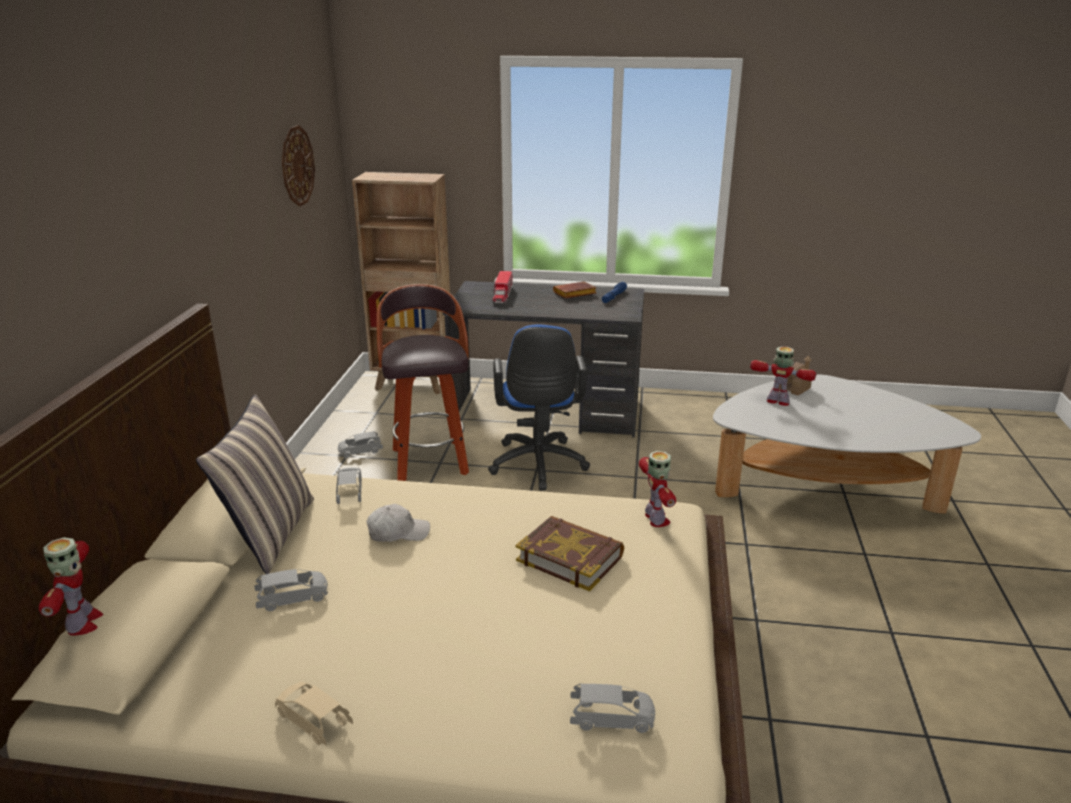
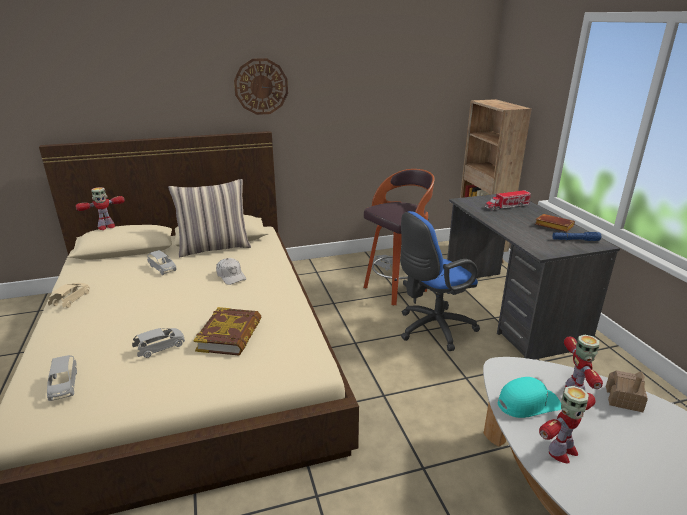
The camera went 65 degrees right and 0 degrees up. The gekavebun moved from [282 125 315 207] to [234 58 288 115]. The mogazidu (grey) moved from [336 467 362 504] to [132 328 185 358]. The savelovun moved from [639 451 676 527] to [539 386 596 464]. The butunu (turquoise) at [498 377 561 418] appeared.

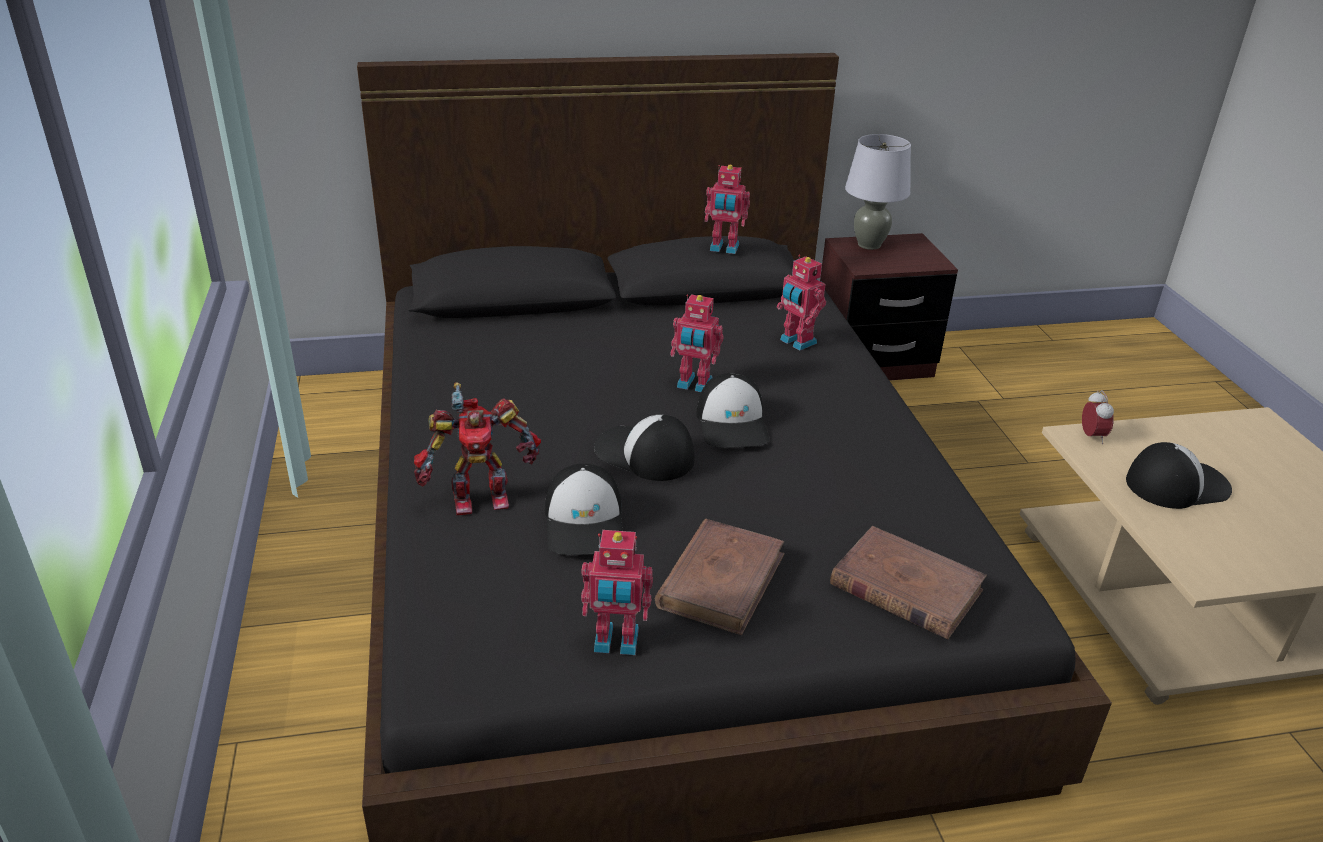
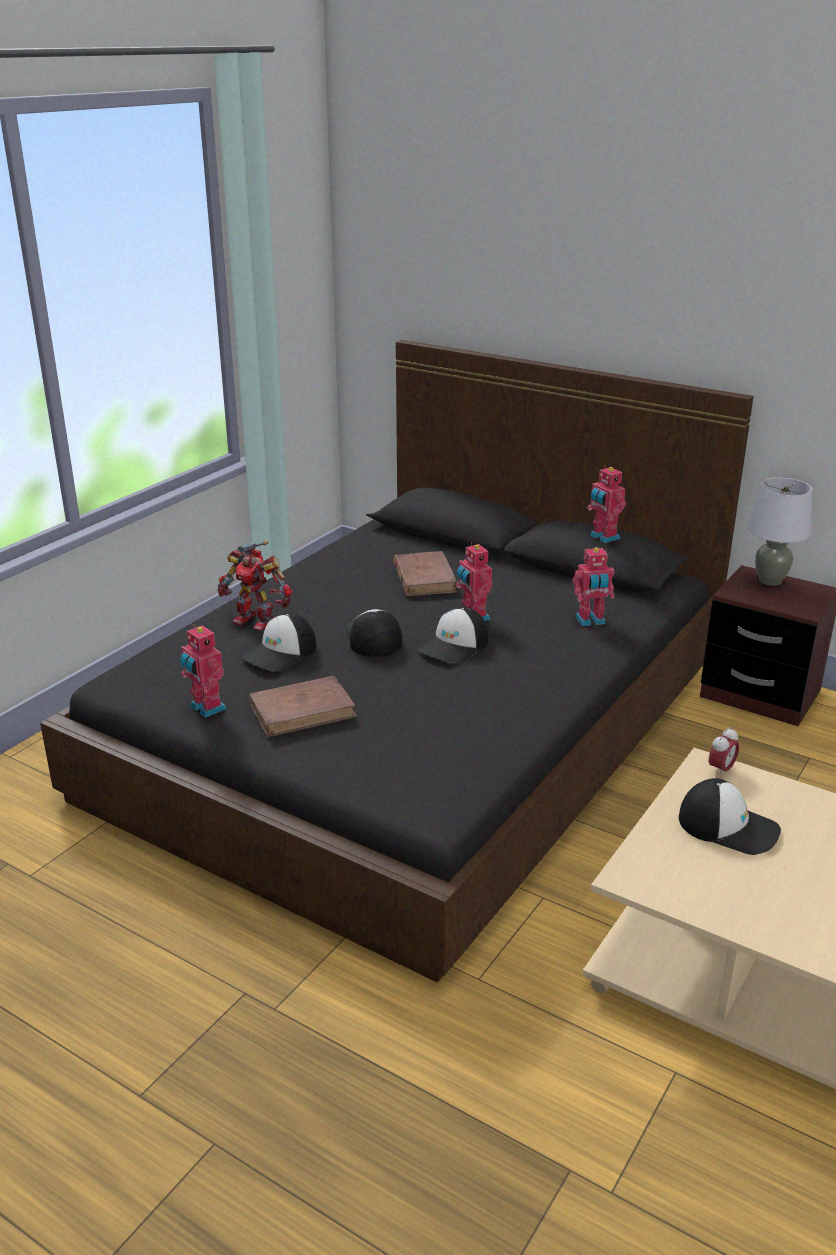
The camera went 45 degrees right and 5 degrees down. The savelovun at [777 255 826 351] turned 105 degrees counterclockwise. The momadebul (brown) moved from [830 526 987 639] to [393 551 457 596].

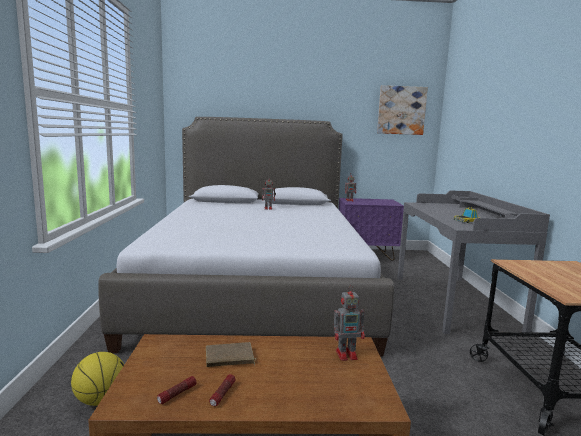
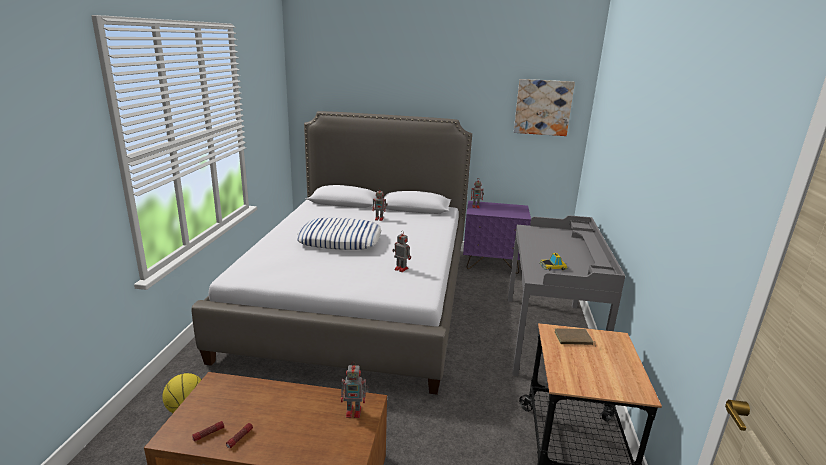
The camera went 10 degrees right and 10 degrees up. The momadebul (brown) moved from [206 342 256 367] to [555 328 596 347]. The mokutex at [297 218 381 250] appeared. The savelovun at [392 232 411 272] appeared.

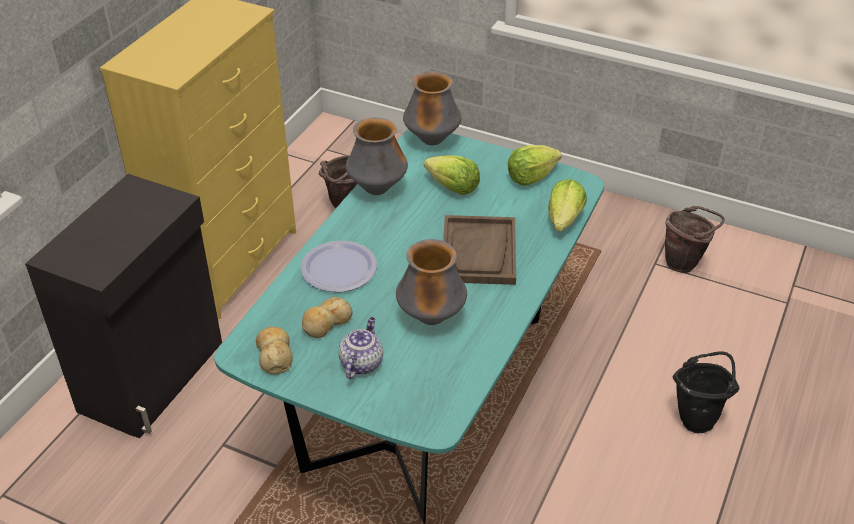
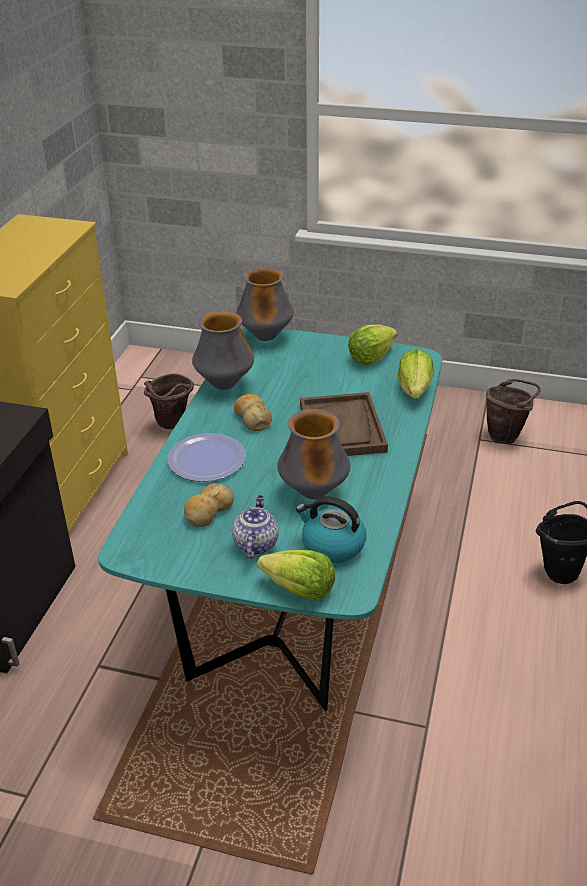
The camera went 10 degrees left and 5 degrees down. The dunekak moved from [256 327 293 374] to [234 394 272 431]. The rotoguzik moved from [424 156 480 195] to [257 550 335 601]. The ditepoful at [296 496 366 563] appeared.

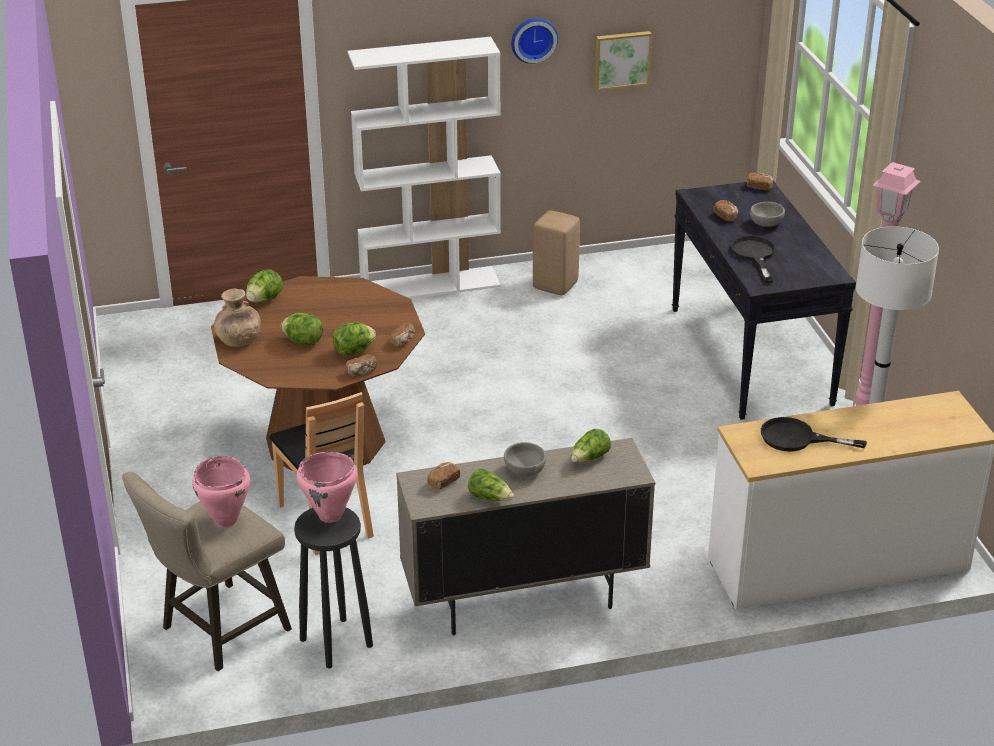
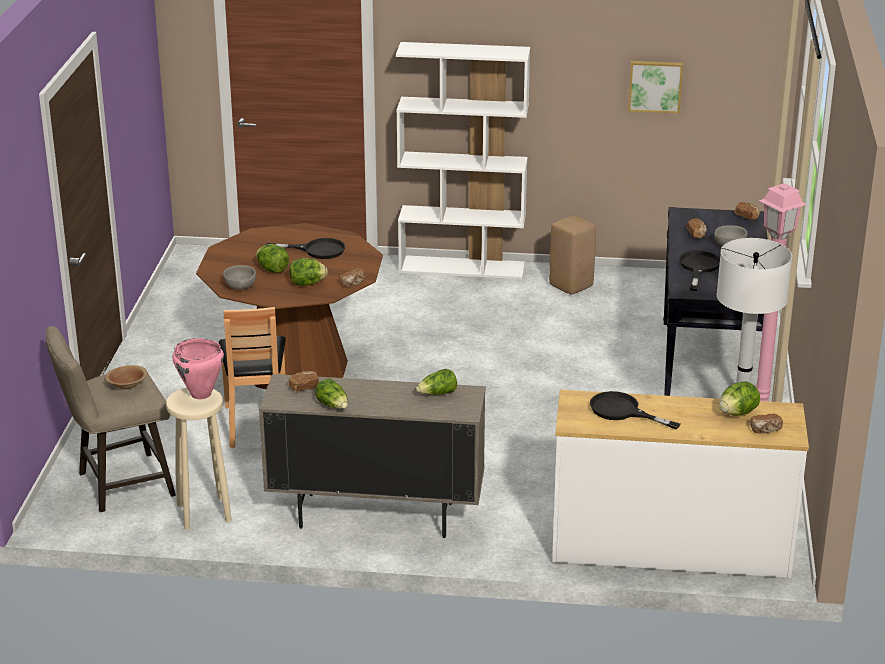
The camera went 20 degrees right and 5 degrees down. The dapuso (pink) at [192 456 250 527] was replaced by the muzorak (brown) at [105 365 147 389]. The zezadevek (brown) at [214 288 261 347] disappeared. The rotoguzik moved from [246 269 283 303] to [719 381 760 416]. The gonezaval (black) at [294 507 373 668] became the gonezaval (beige) at [166 387 232 530]. The dunekak moved from [346 354 377 377] to [750 414 783 433]. The muzorak (grey) moved from [504 442 546 477] to [223 265 256 290]. The gekavebun at [511 18 558 64] disappeared. The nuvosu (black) at [266 238 345 259] appeared.

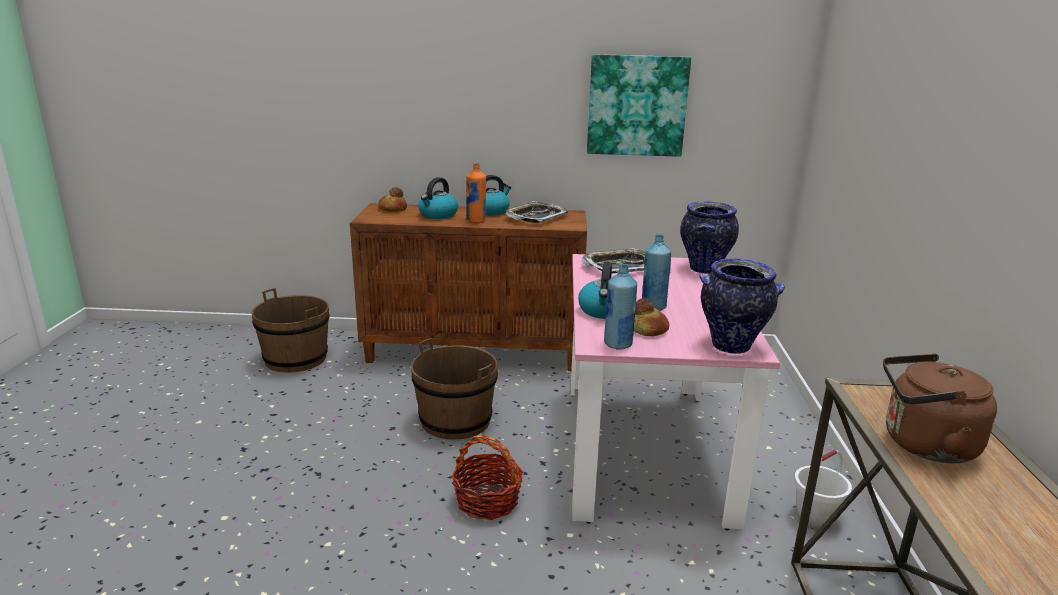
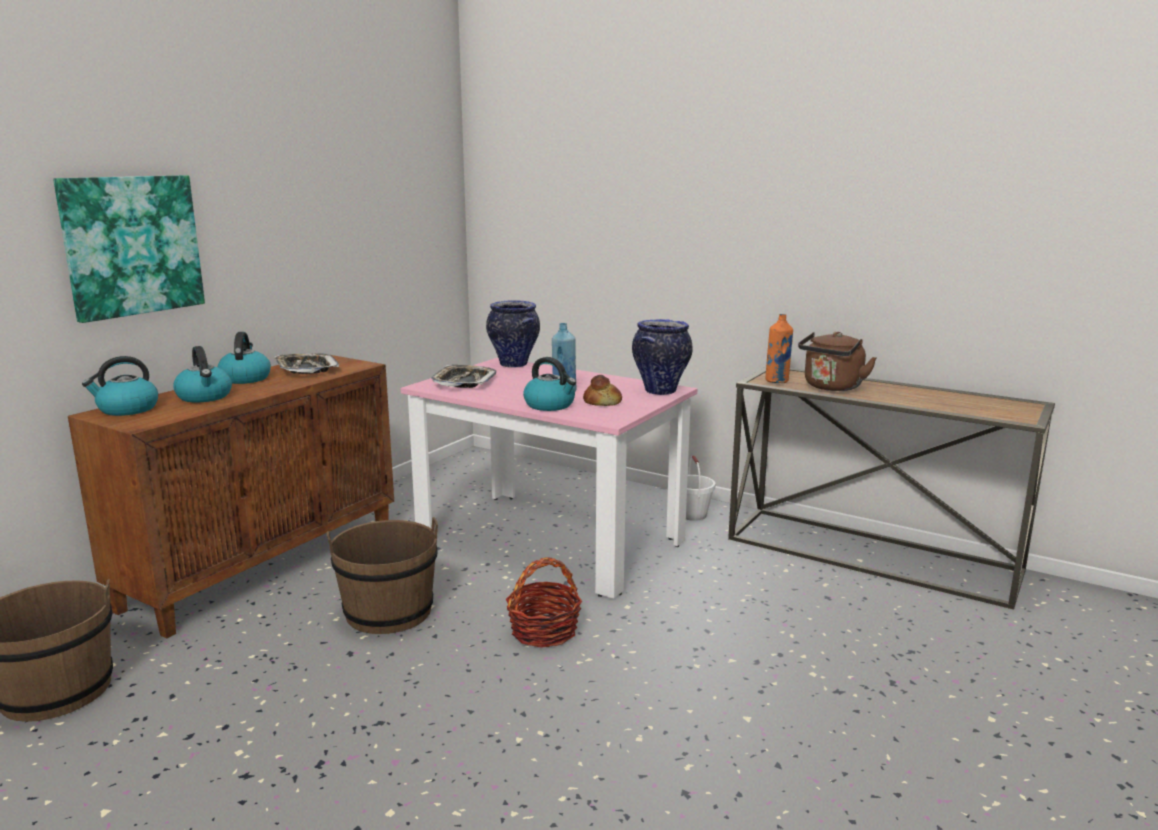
The camera went 60 degrees left and 5 degrees down. The dunekak at [378 187 407 212] was replaced by the ditepoful at [82 356 158 416]. The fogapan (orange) moved from [466 163 486 224] to [765 314 793 383]. The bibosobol moved from [587 54 691 157] to [53 175 205 323]. The fogapan (blue) at [604 264 637 350] disappeared.

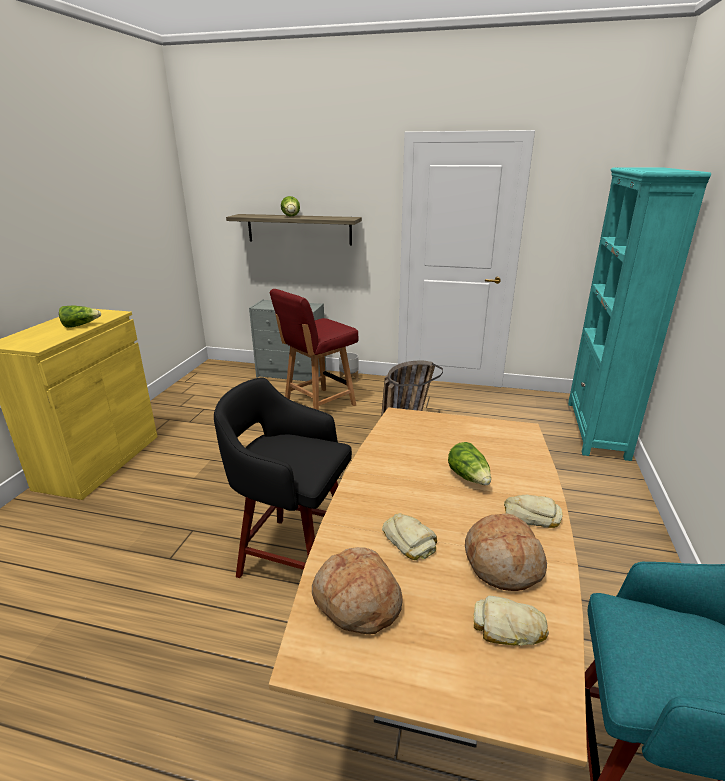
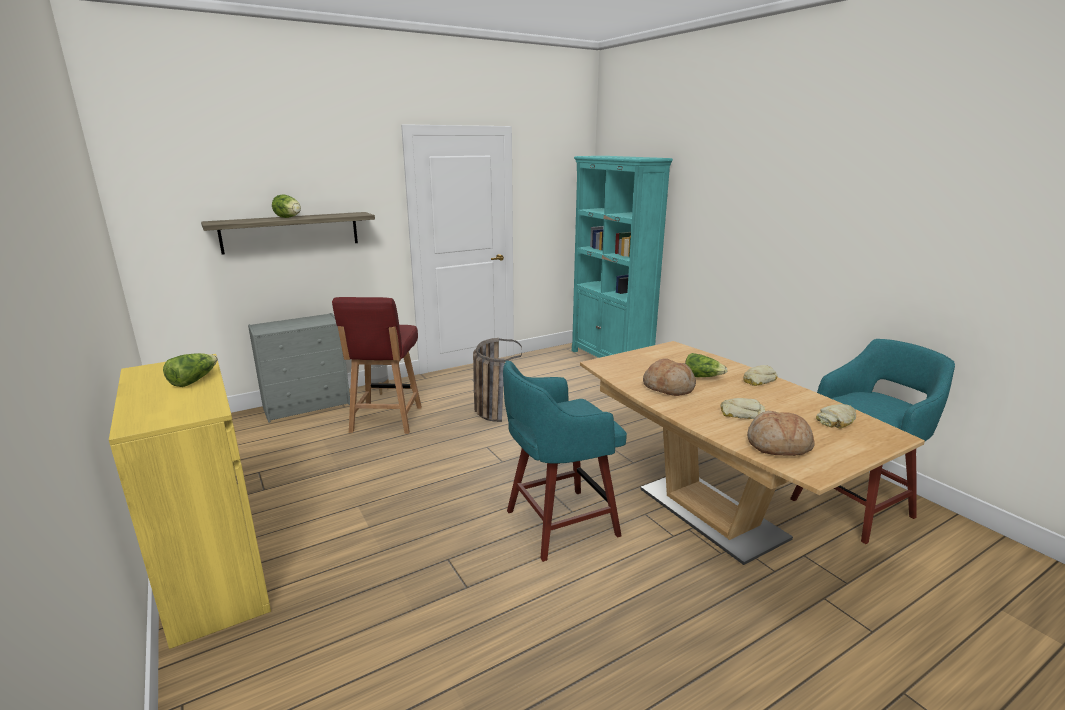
The camera went 45 degrees left and 5 degrees down. The gonezaval (black) at [214 377 352 578] became the gonezaval (turquoise) at [503 360 627 562]. The dunekak moved from [465 513 547 591] to [643 358 696 396].

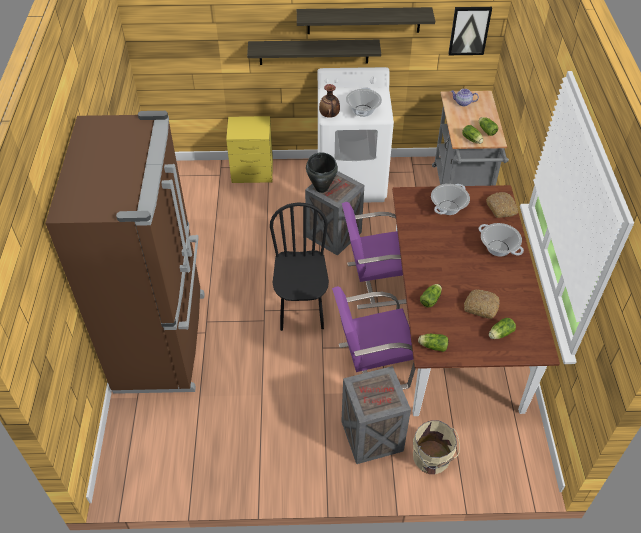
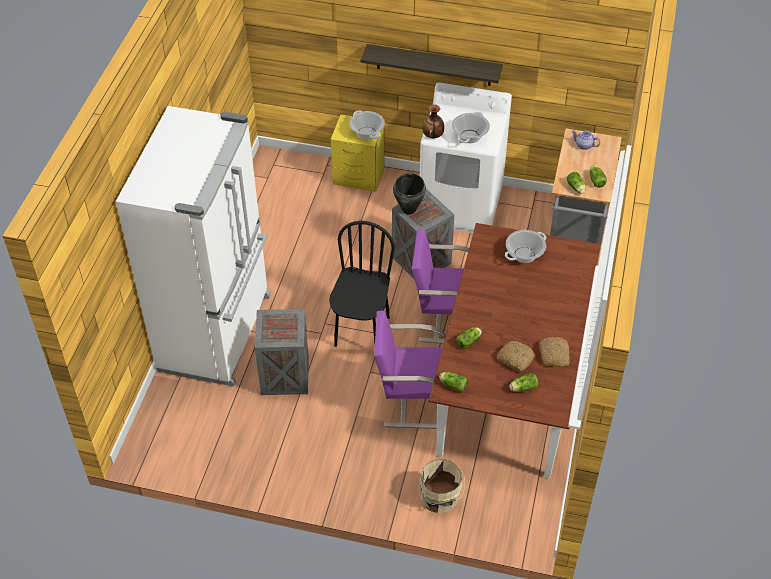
The camera went 15 degrees right and 0 degrees up. The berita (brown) at [45 111 205 394] became the berita (white) at [116 106 271 387]. The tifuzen at [297 7 435 34] disappeared. The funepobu moved from [341 366 411 464] to [255 309 309 395]. The bibosobol at [448 7 492 55] disappeared. The dapuso moved from [479 223 524 257] to [349 110 385 140]. The dunekak moved from [486 192 518 218] to [539 337 570 367].

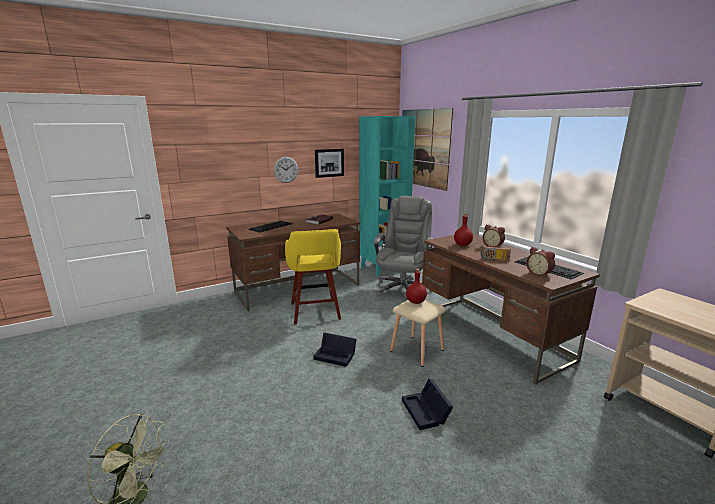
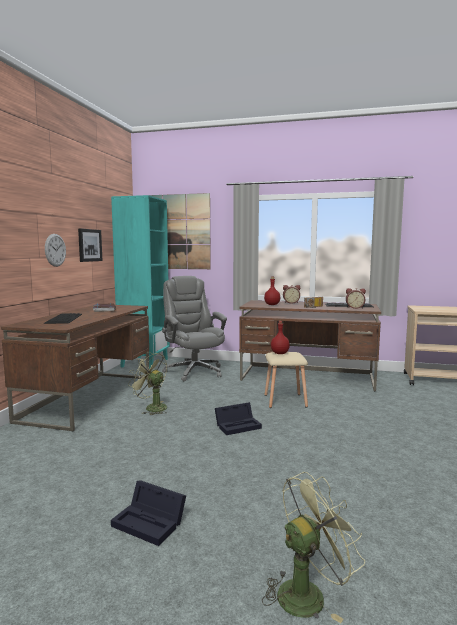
The camera went 45 degrees left and 10 degrees down. The gonezaval (yellow) at [285 229 341 324] was replaced by the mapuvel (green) at [128 352 167 415]. The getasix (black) moved from [402 379 453 430] to [111 481 186 546].

